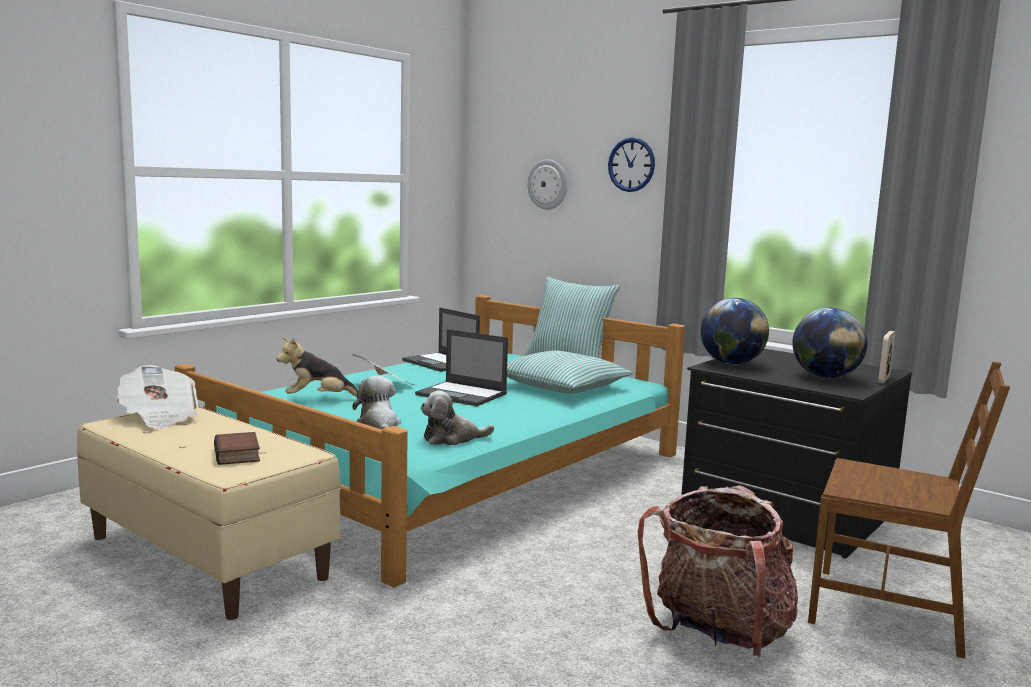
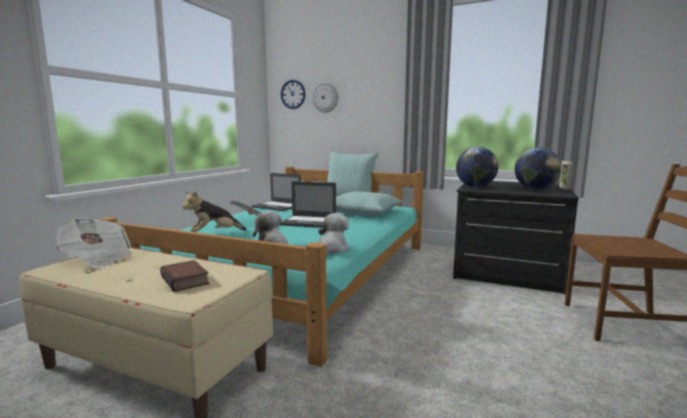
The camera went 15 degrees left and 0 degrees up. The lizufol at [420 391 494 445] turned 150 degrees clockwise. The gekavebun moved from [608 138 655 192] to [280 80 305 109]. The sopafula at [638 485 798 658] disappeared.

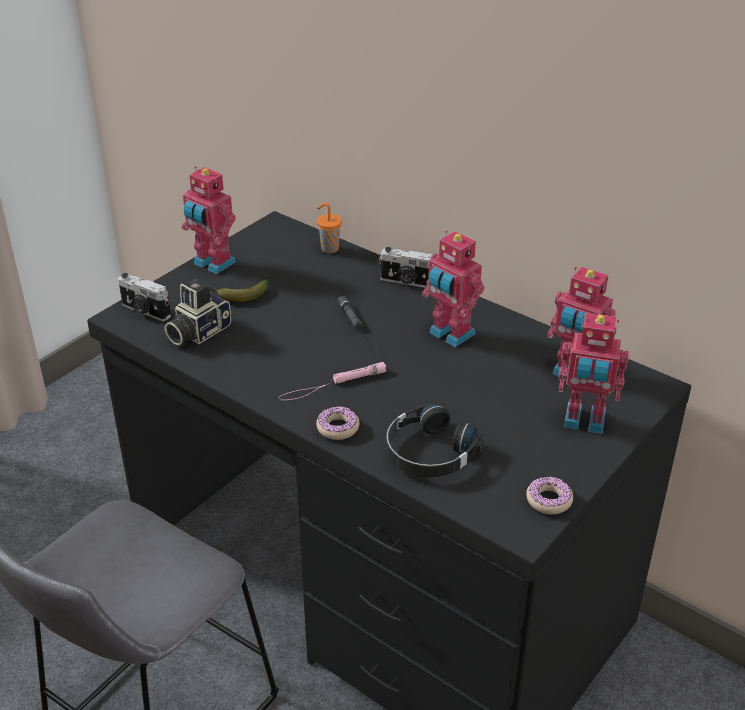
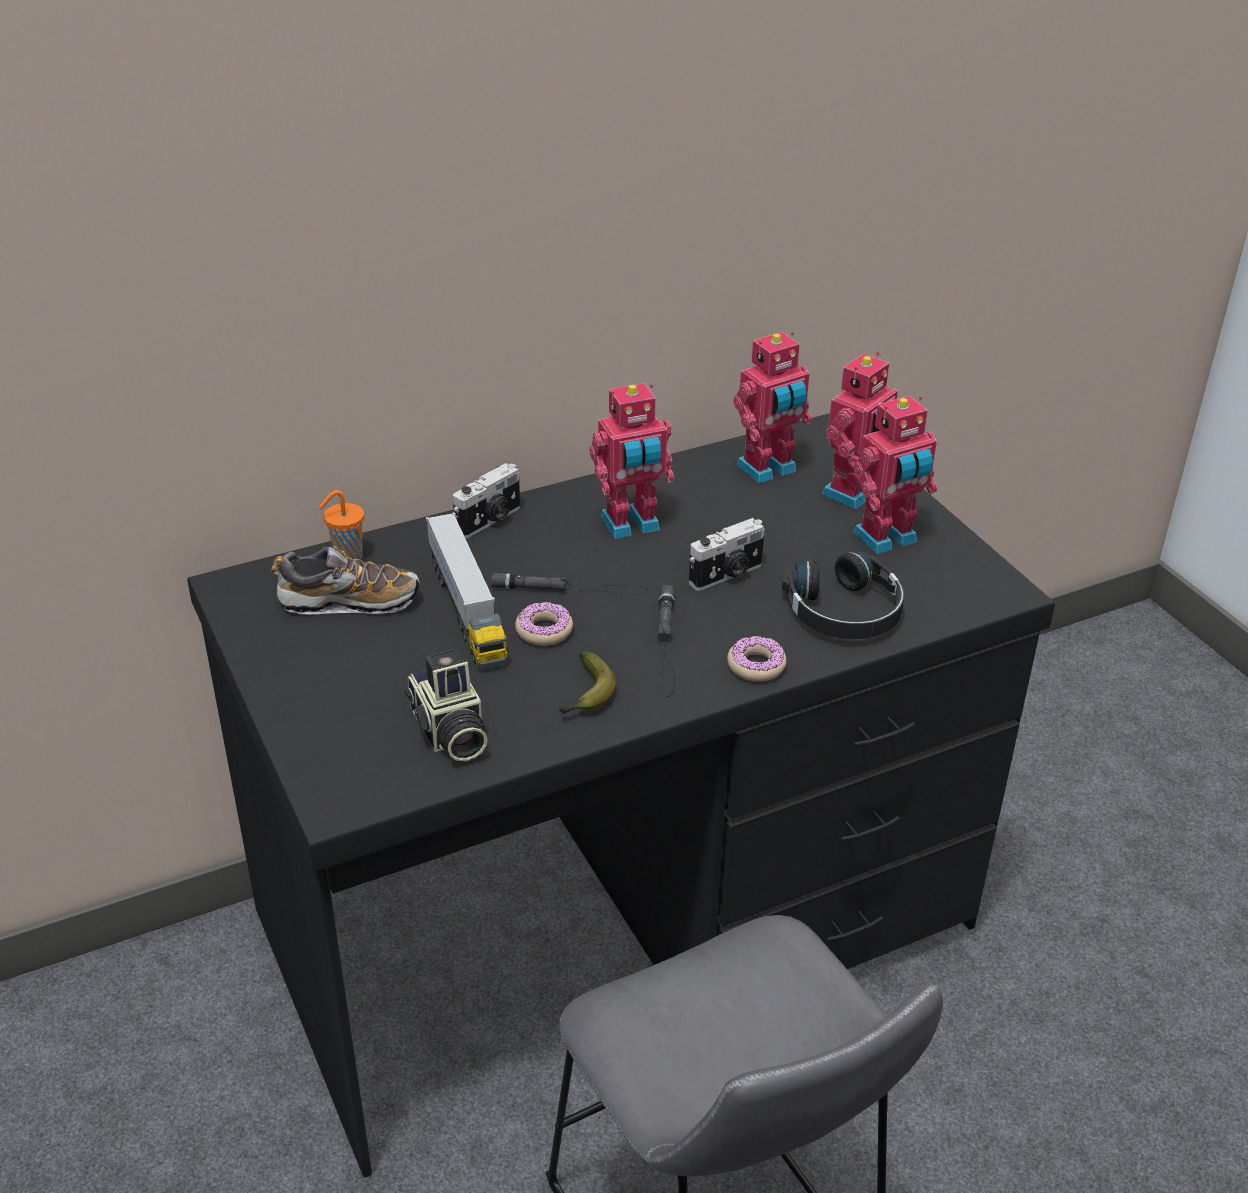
The camera went 65 degrees left and 0 degrees up. The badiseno moved from [118 273 171 321] to [689 518 765 591]. The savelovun moved from [182 166 236 274] to [853 396 937 554]. The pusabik moved from [210 279 269 302] to [559 651 616 714]. The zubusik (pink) at [278 362 387 400] became the zubusik (black) at [657 585 675 697]. The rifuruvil moved from [526 476 573 514] to [515 602 573 646]. The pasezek at [271 546 419 615] appeared. The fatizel at [426 512 508 670] appeared.

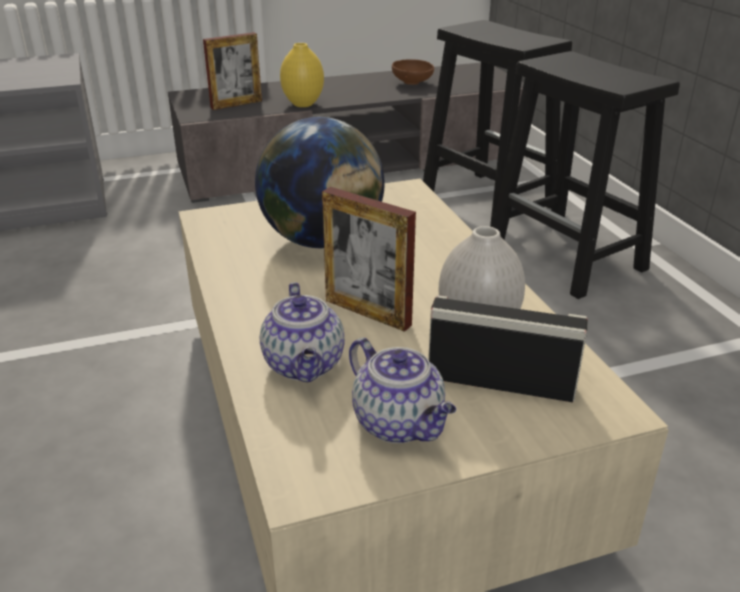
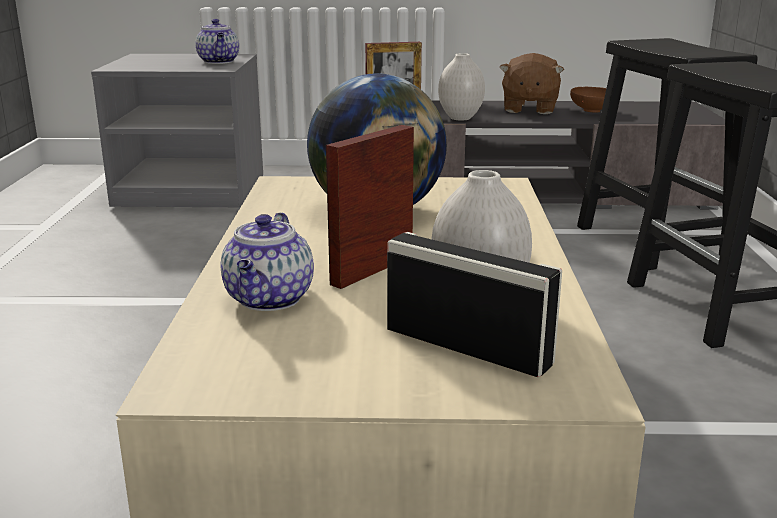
The camera went 20 degrees right and 10 degrees down. The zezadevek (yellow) at [280 43 324 107] became the zezadevek (white) at [438 53 485 121]. The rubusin at [322 187 416 332] turned 75 degrees clockwise. The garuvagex moved from [349 337 456 443] to [195 19 239 64]. The lizufol (brown) at [499 53 564 114] appeared.

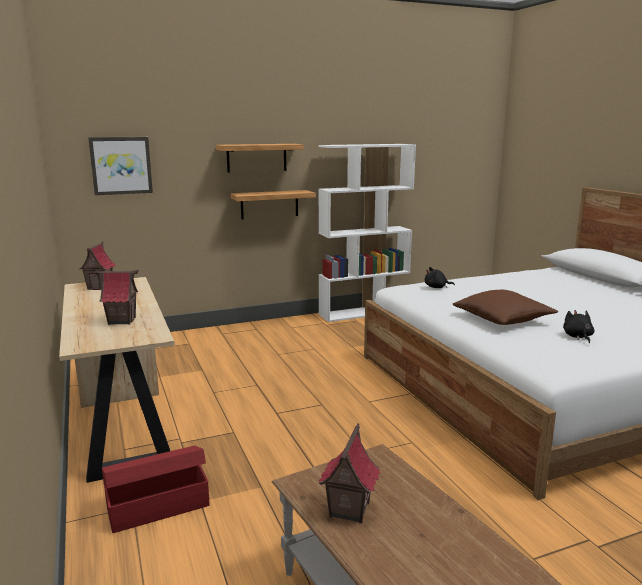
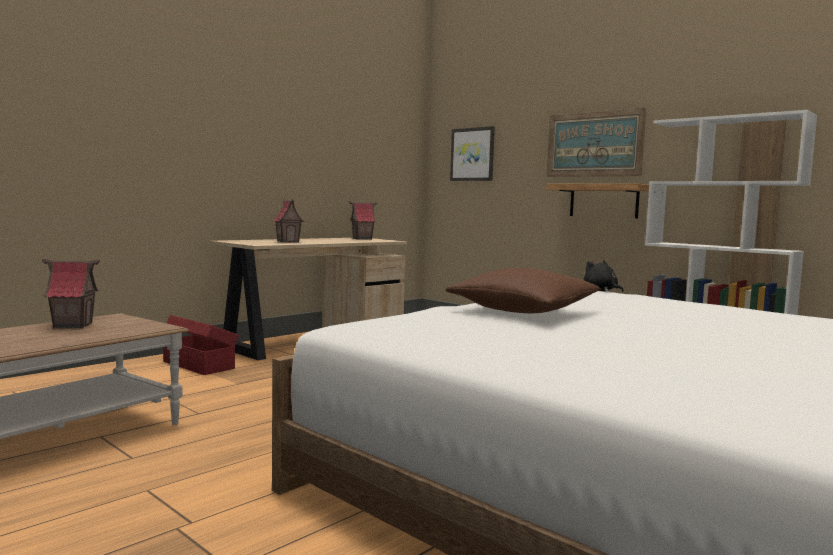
The camera went 65 degrees right and 10 degrees down. The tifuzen at [216 144 304 172] was replaced by the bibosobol at [546 108 646 177]. The lizufol (black) at [563 310 594 343] disappeared.

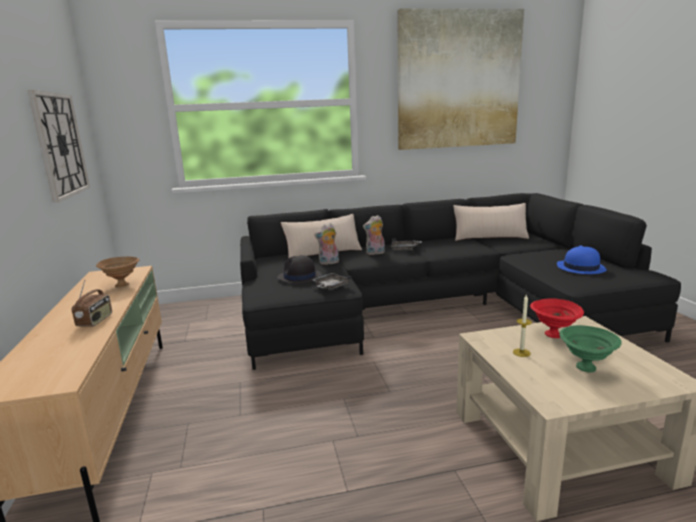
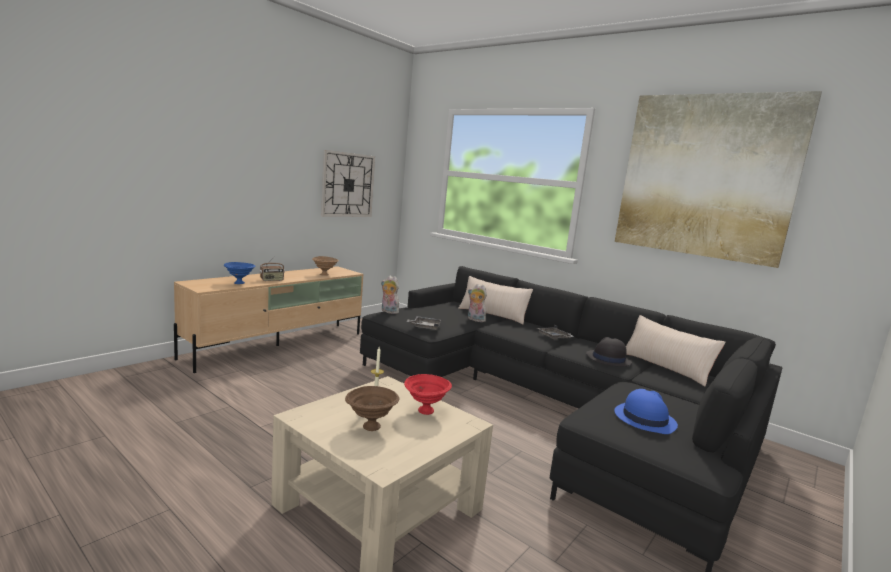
The camera went 50 degrees right and 5 degrees down. The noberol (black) moved from [277 255 322 284] to [586 337 632 367]. The lizufol moved from [363 215 385 255] to [381 276 399 314]. The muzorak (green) at [559 325 622 373] became the muzorak (brown) at [345 386 399 431]. The muzorak (blue) at [224 262 255 284] appeared.

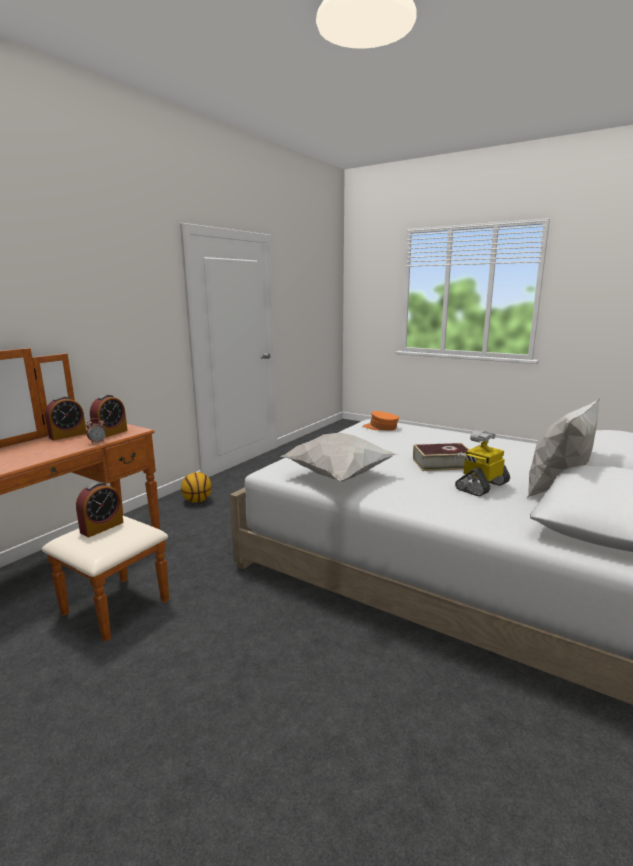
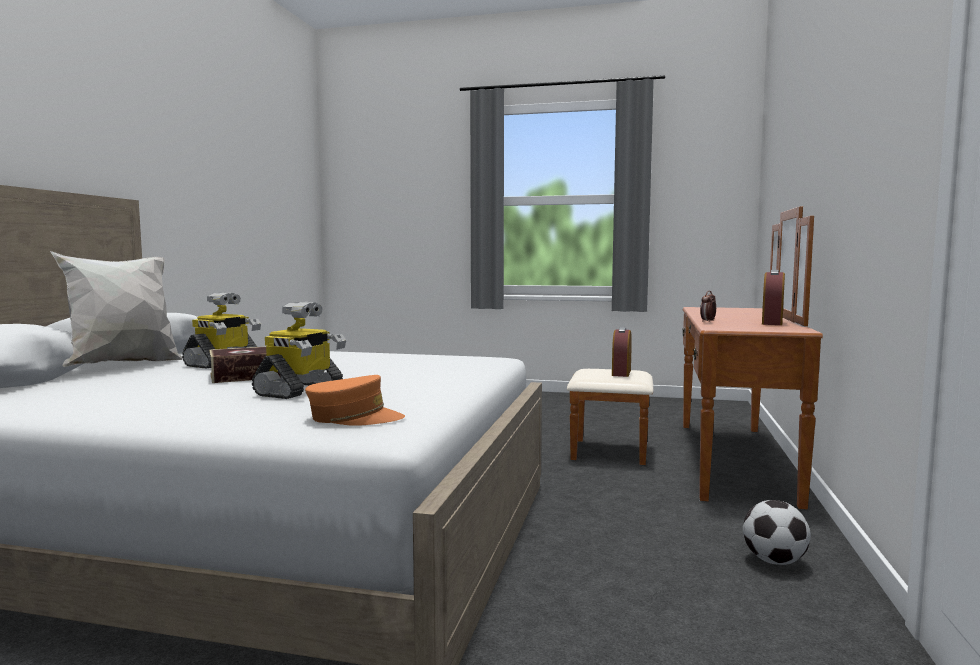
The camera went 160 degrees right and 10 degrees down. The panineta at [90 395 128 438] disappeared. The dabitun at [181 472 212 503] was replaced by the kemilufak at [743 500 811 565]. The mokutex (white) at [280 433 399 481] disappeared. The savelovun at [252 302 346 399] appeared.

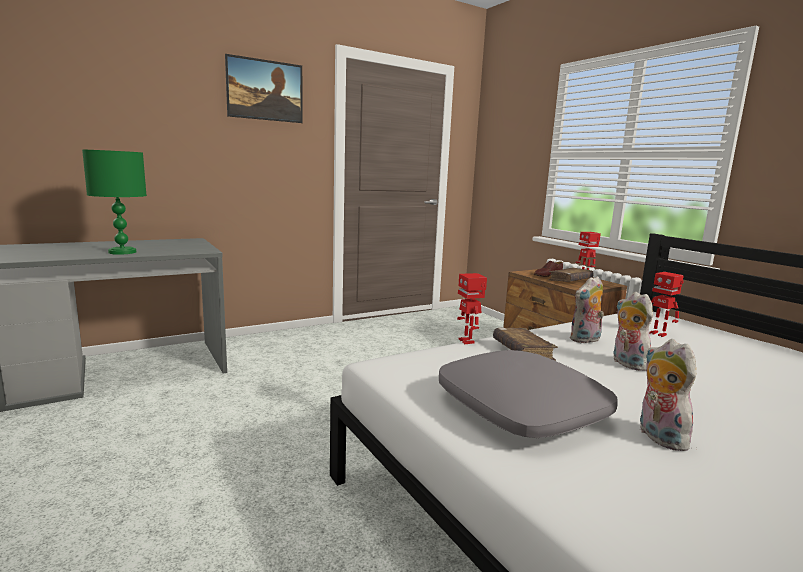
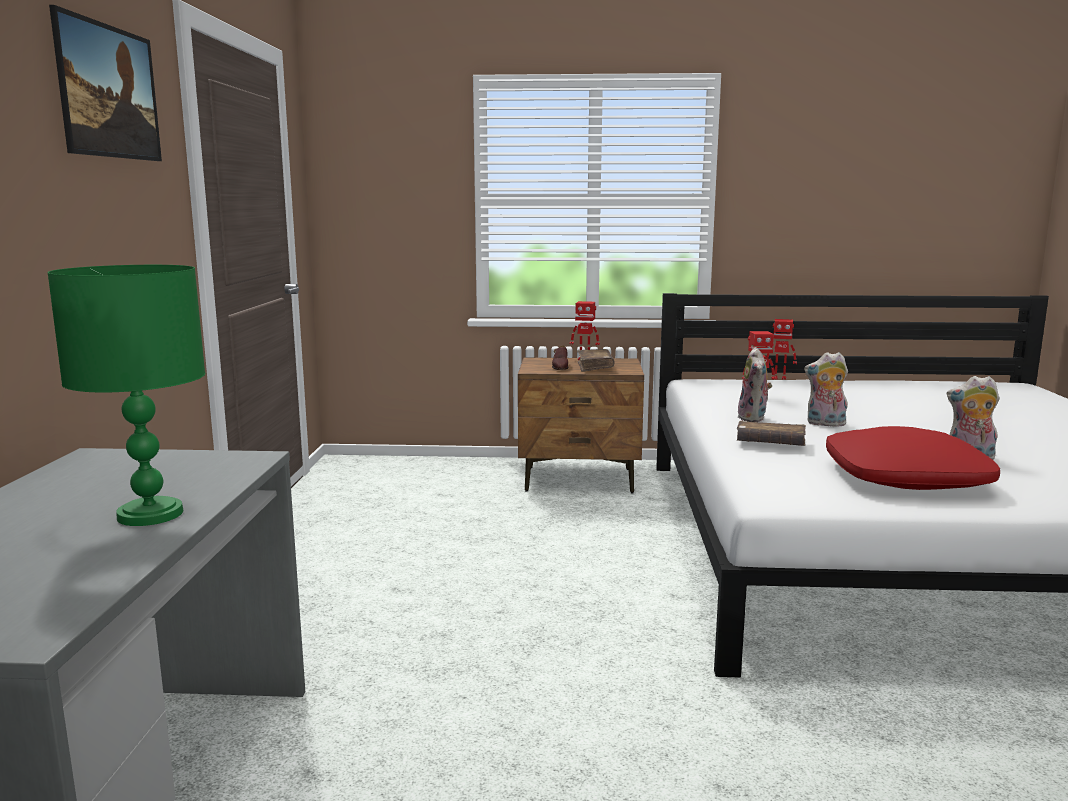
The camera went 55 degrees left and 0 degrees up. The mokutex (grey) at [439 350 618 438] became the mokutex (red) at [826 426 1000 490]. The savelovun moved from [457 273 487 344] to [766 319 797 380].

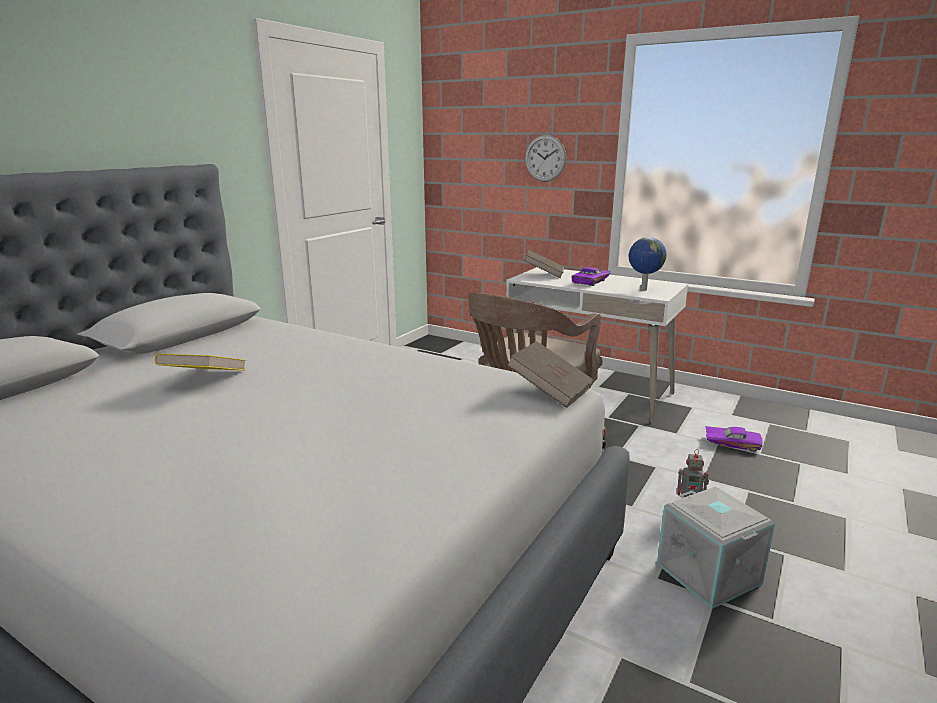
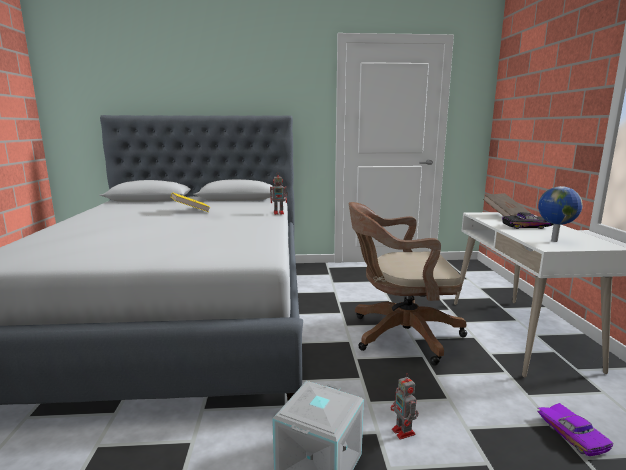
The camera went 55 degrees right and 5 degrees down. The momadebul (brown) at [507 341 594 408] disappeared. The gekavebun at [525 135 566 182] disappeared. The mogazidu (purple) at [571 267 611 286] became the mogazidu (black) at [502 212 553 229]. The savelovun at [270 172 288 215] appeared.

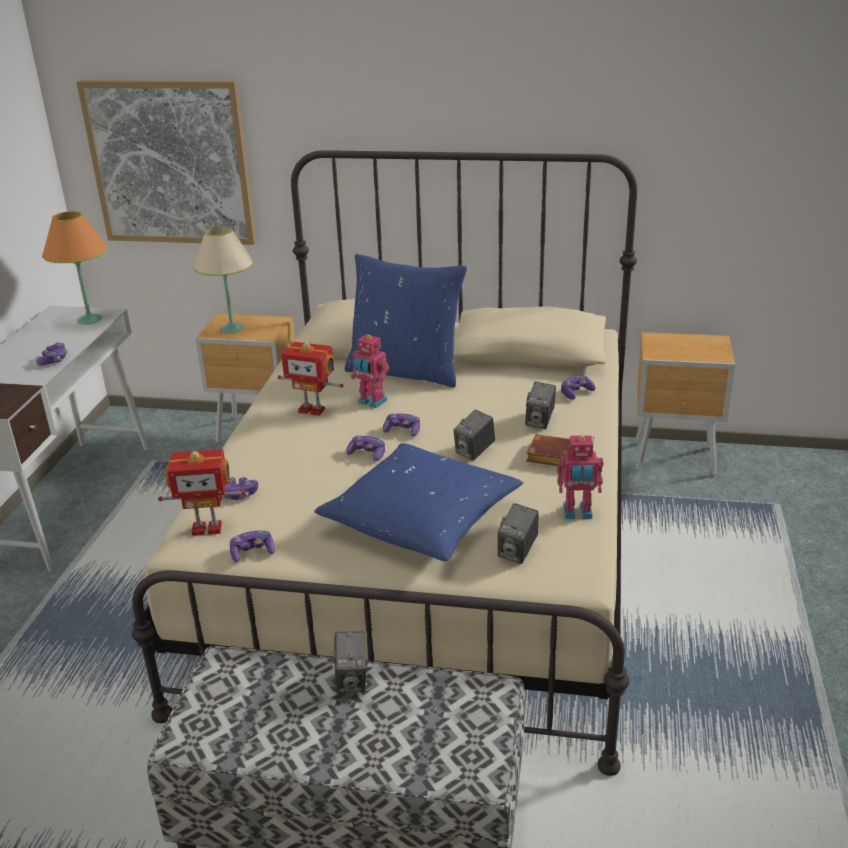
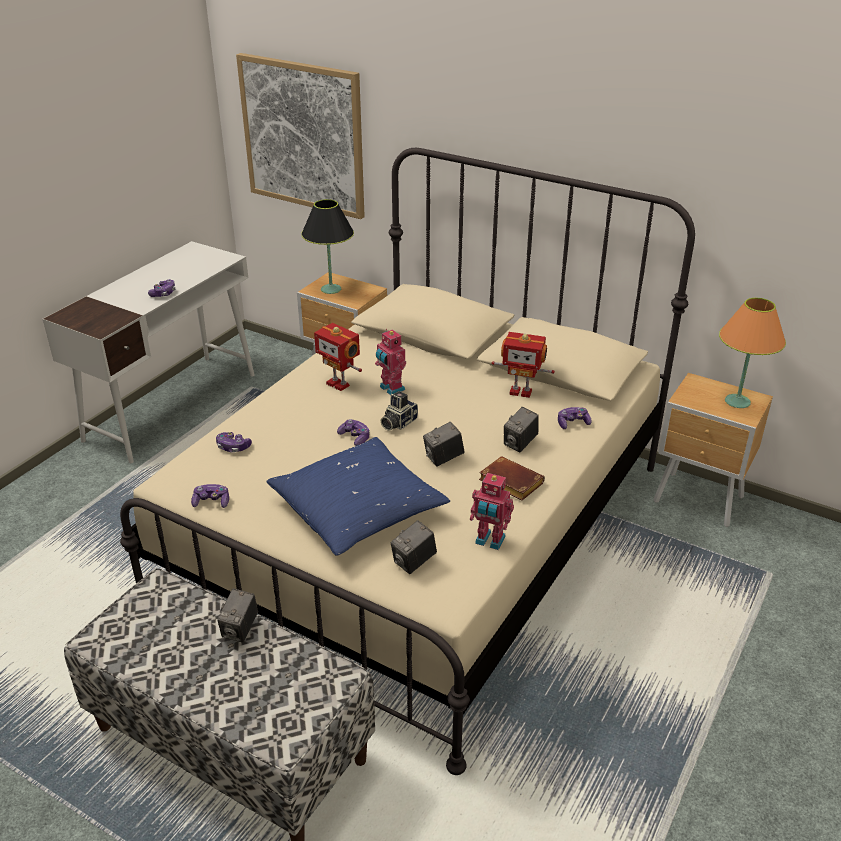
The camera went 20 degrees right and 5 degrees up. The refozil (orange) moved from [42 211 107 325] to [719 298 786 408]. The savelovun moved from [158 449 246 536] to [492 332 555 398]. The refozil (beige) at [193 226 253 333] became the refozil (black) at [301 199 354 294]. The mokutex (blue) at [345 254 467 388] disappeared. The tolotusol at [383 413 420 437] was replaced by the badiseno at [381 391 418 431].

